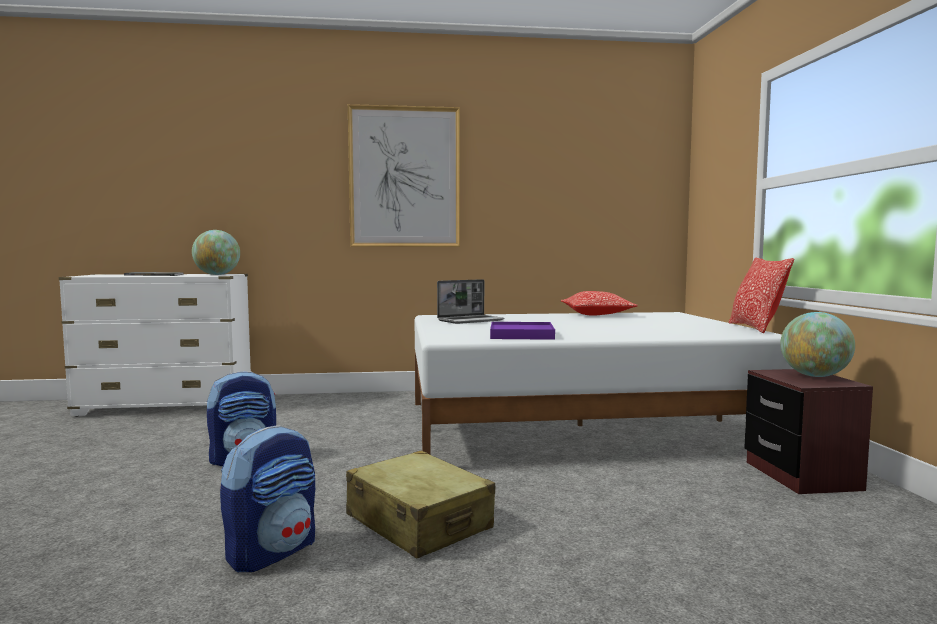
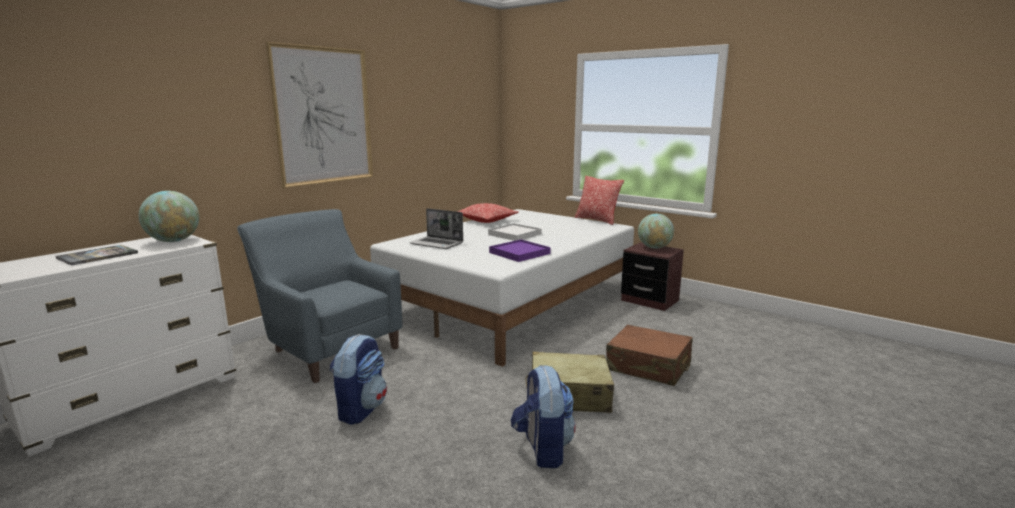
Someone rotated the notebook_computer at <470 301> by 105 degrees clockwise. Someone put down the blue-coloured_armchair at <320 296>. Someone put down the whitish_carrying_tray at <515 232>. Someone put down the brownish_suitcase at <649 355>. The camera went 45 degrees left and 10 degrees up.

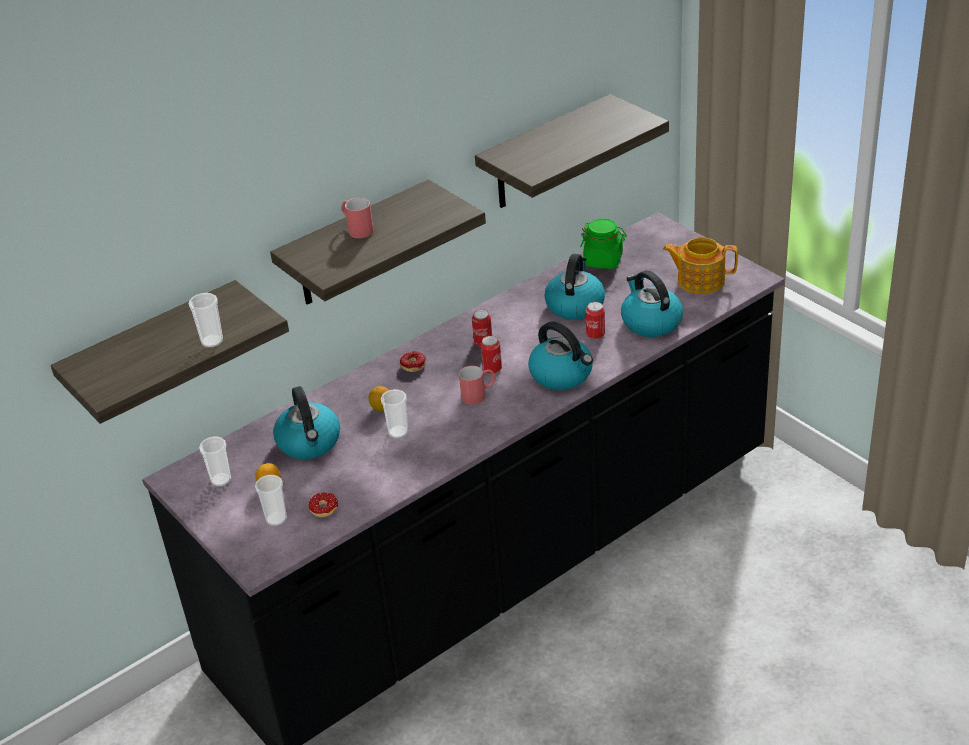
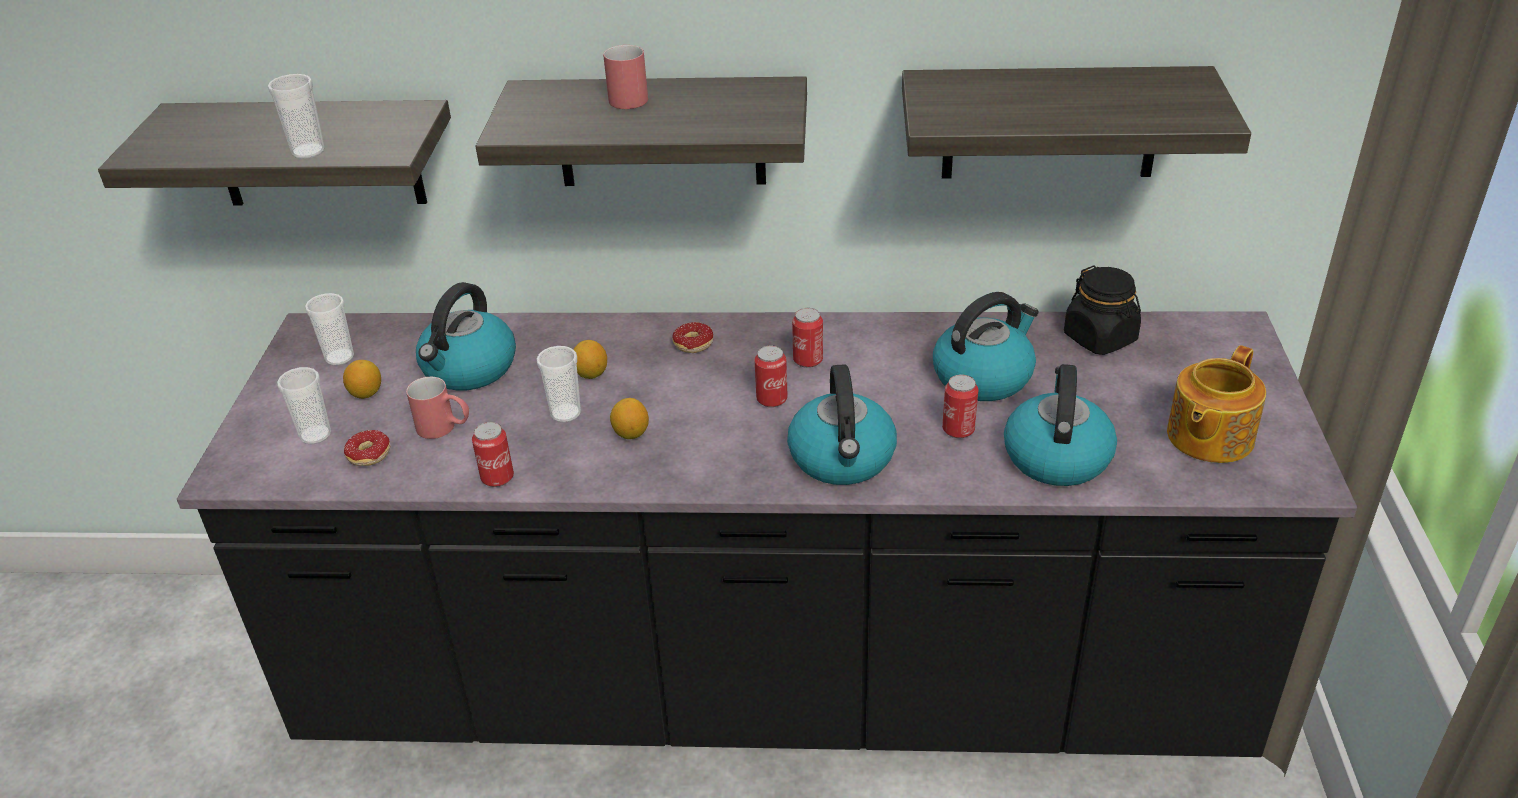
Someone repainted the green-coloured_storage_jar at <603 244>, which became the black-coloured_storage_jar at <1102 310>. Someone rotated the tea_pot at <700 265> by 105 degrees counterclockwise. Someone carried the red-coloured_coffee_mug from <477 385> to <437 408>. Someone put down the citrus_fruit at <629 418>. Someone put down the metal_can at <493 454>. The camera went 40 degrees right and 0 degrees up.

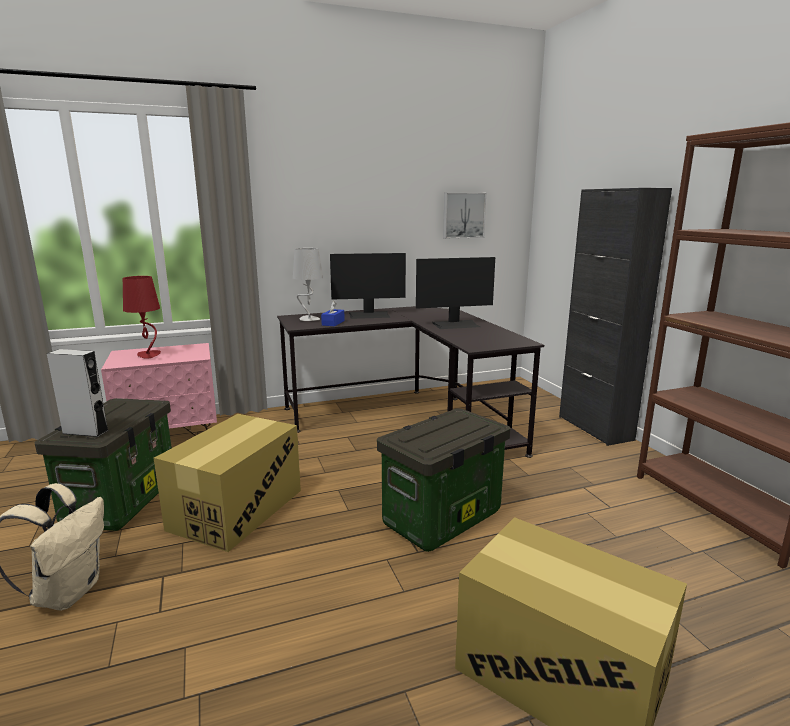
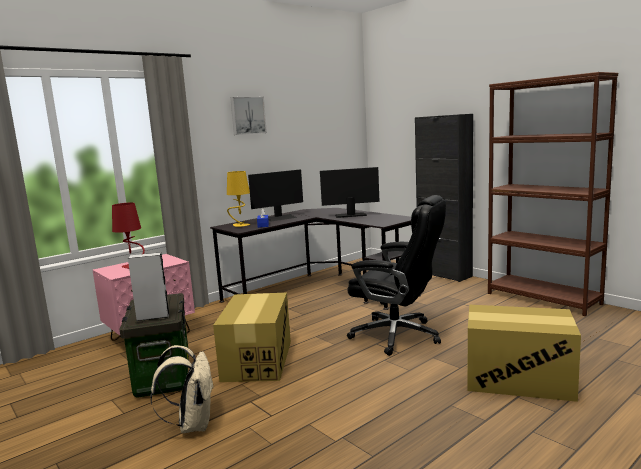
Someone carried the wall_art from <464 216> to <248 116>. Someone repainted the gray_lamp_for_a_table at <308 284>, which became the yellow_lamp_for_a_table at <238 199>. Someone rotated the monitor at <455 293> by 150 degrees counterclockwise. Someone swapped the storage_box at <444 480> for the black-coloured_computer_chair at <396 275>. The camera went 20 degrees left and 5 degrees down.

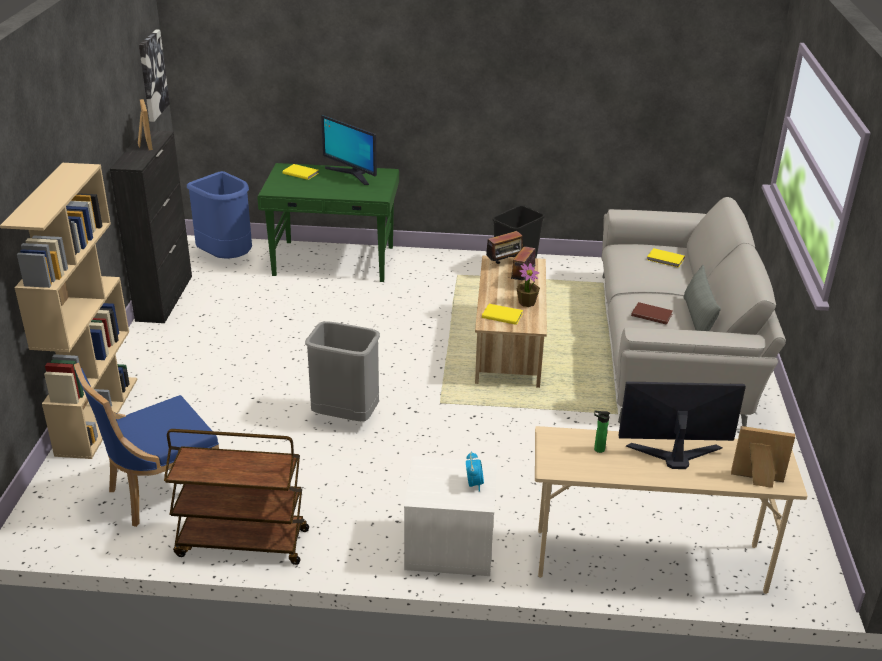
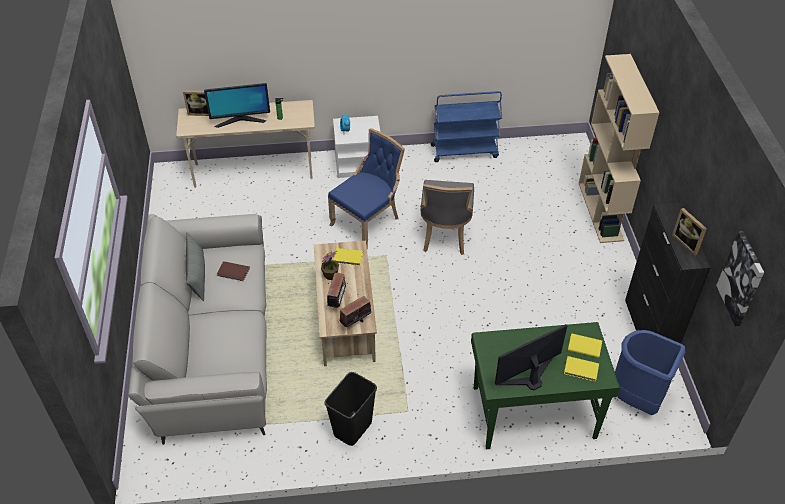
Someone rotated the monitor at <349 150> by 60 degrees counterclockwise. Someone carried the yellow_volume from <666 258> to <585 345>. Someone swapped the gray_rubbish_bin at <342 371> for the gray_chair at <447 217>. Someone carried the blue-coloured_chair from <146 445> to <366 188>. Someone repainted the brownish_wheeled_cart at <236 497>, which became the blue-coloured_wheeled_cart at <466 126>. The camera went 170 degrees right and 15 degrees up.

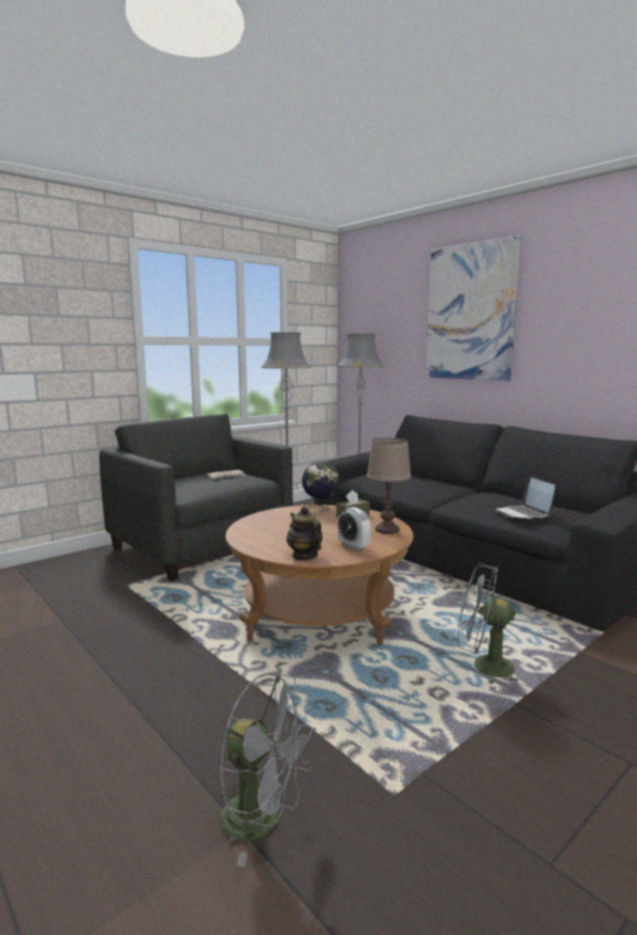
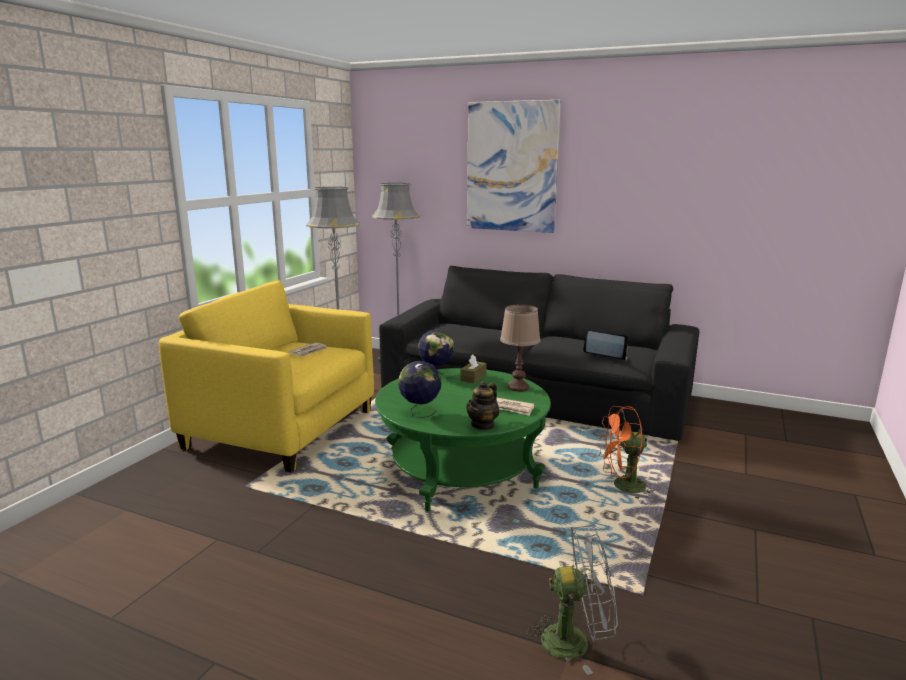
Someone repainted the gray_armchair at <196 497>, which became the yellow_armchair at <266 376>. Someone rotated the notebook_computer at <525 497> by 150 degrees clockwise. Someone repainted the brownish_coffee_table at <319 575>, which became the green-coloured_coffee_table at <463 439>. Someone rotated the tea_pot at <305 533> by 90 degrees counterclockwise. Someone swapped the bedside_clock at <354 529> for the newspaper at <515 407>. Someone repainted the gray_electric_fan at <490 624>, which became the orangey_electric_fan at <626 453>. Someone put down the world_globe at <419 389>. The camera went 25 degrees left and 5 degrees up.

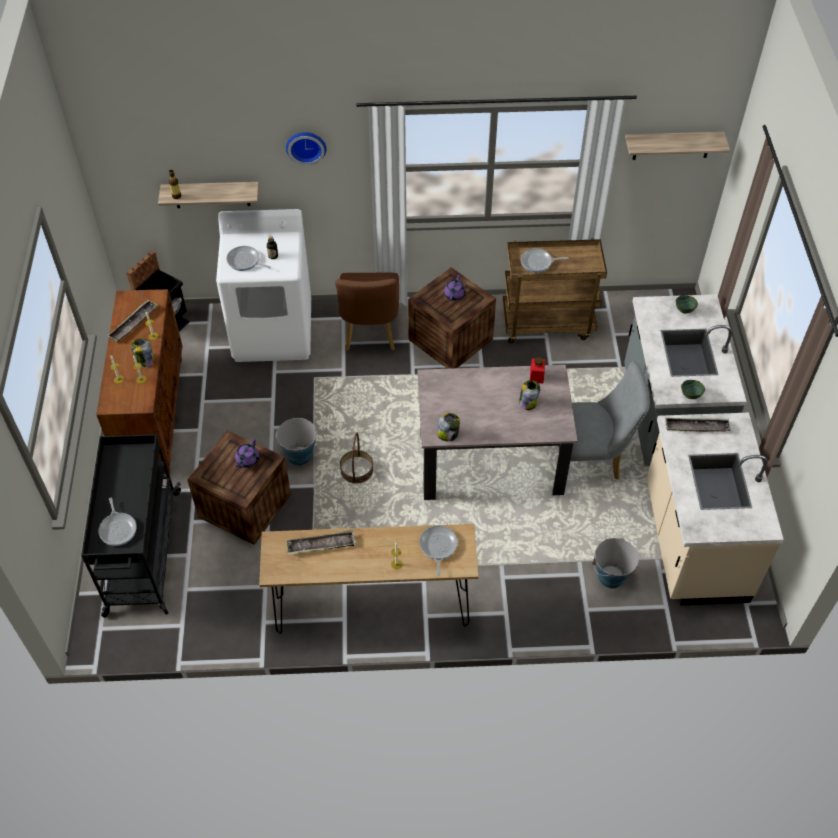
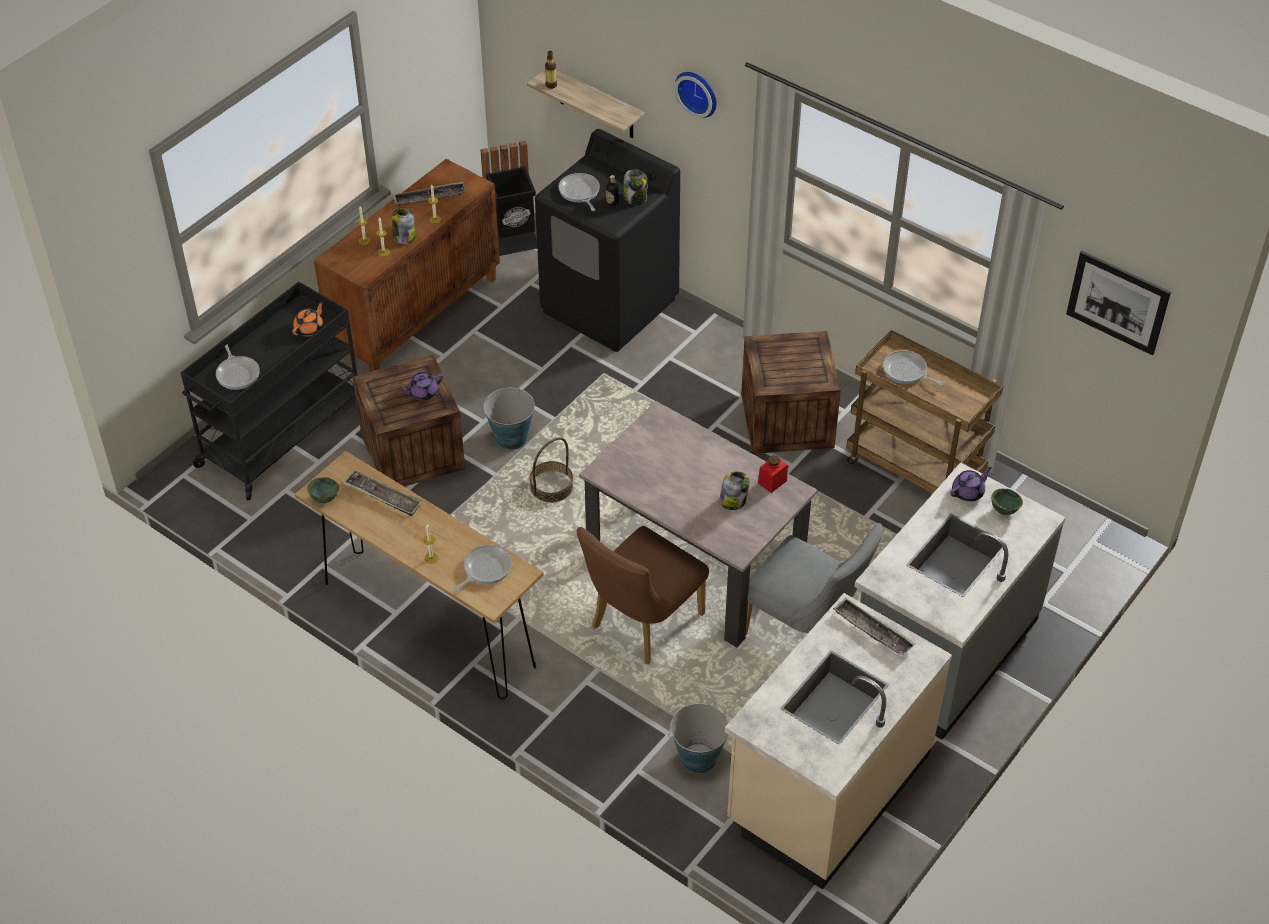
Someone swapped the bracket_shelf at <677 146> for the wall_art at <1118 303>. Someone repainted the whitish_laundry_appliance at <263 285>, which became the black-coloured_laundry_appliance at <607 240>. Someone carried the brownish_chair from <367 312> to <643 595>. Someone carried the purplish_tea_pot from <455 287> to <971 484>. Someone carried the green-coloured_serving_bowl from <693 389> to <323 490>. Someone carried the storage_jar from <448 427> to <635 187>. Someone rotated the frying_pan at <117 522> by 45 degrees counterclockwise. Someone put down the orangey_tea_pot at <307 318>. The camera went 40 degrees right and 5 degrees down.

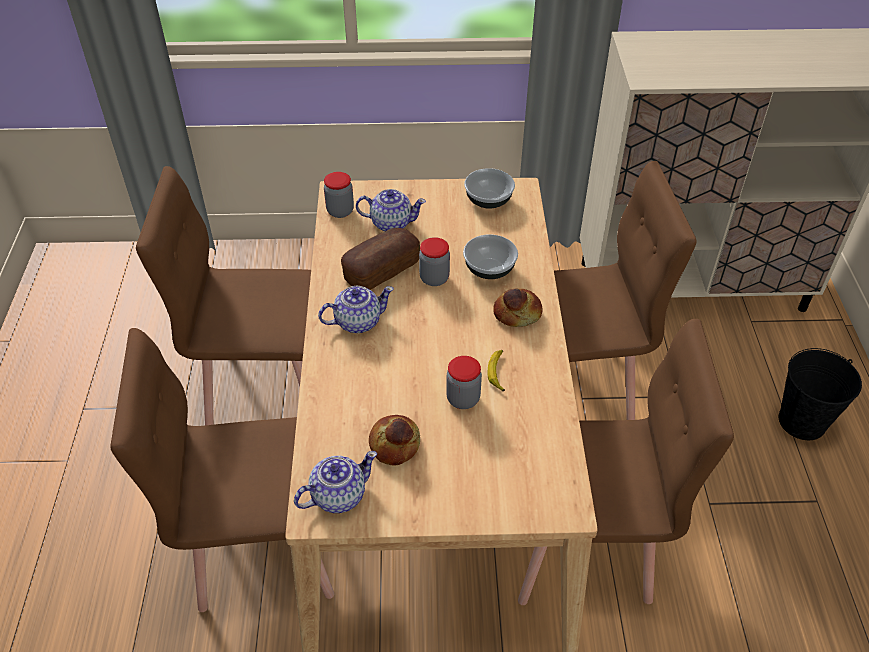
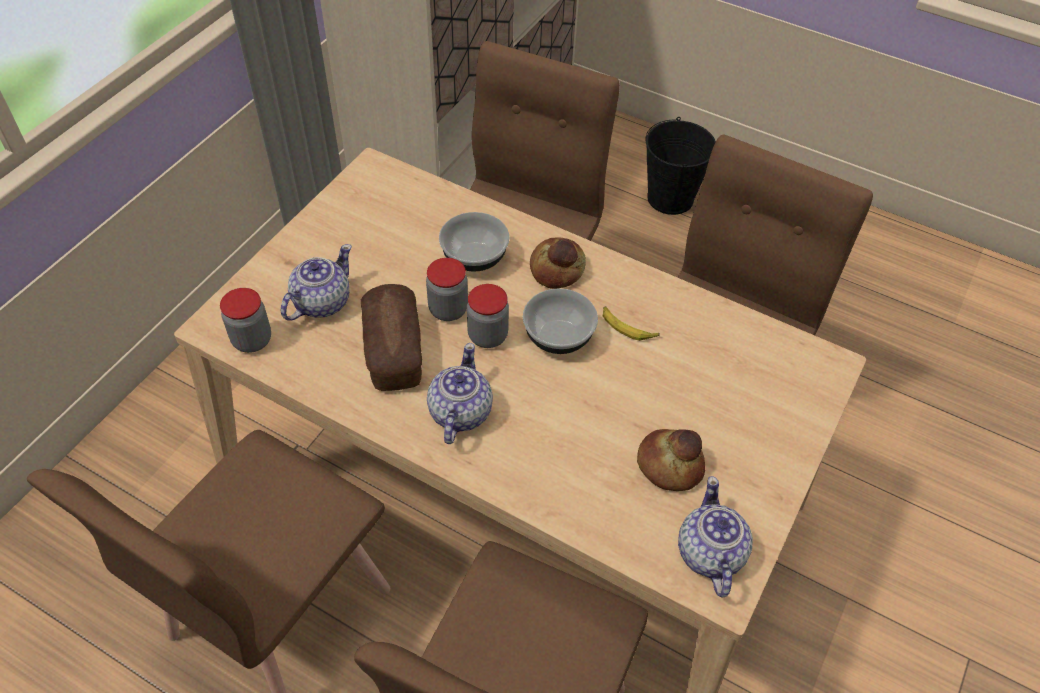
Someone carried the serving_bowl from <489 188> to <560 321>. Someone carried the storage_jar from <464 382> to <488 316>. The camera went 60 degrees left and 5 degrees up.

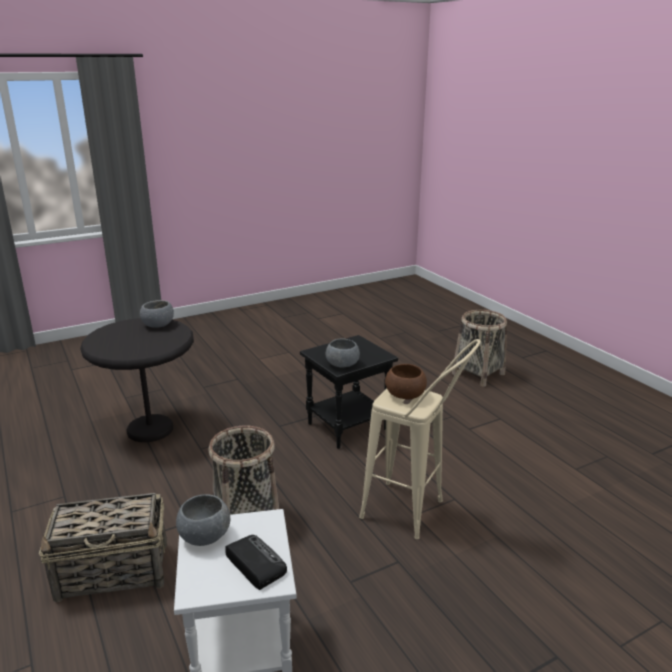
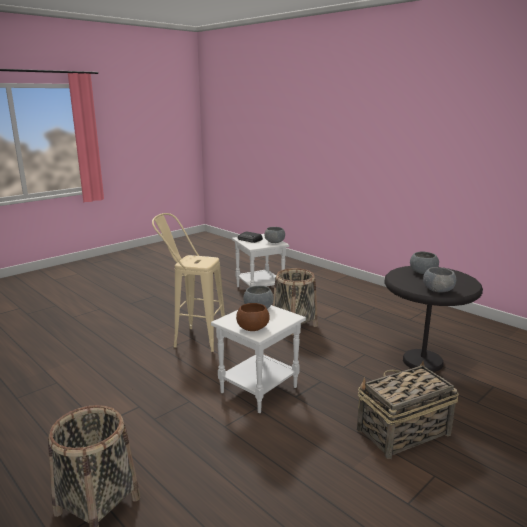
Someone repainted the black-coloured_accent_table at <349 392>, which became the whitish_accent_table at <258 359>. Someone carried the brownish_serving_bowl from <406 381> to <253 317>. Someone carried the household_basket from <103 548> to <408 410>. Someone put down the gray_serving_bowl at <424 262>. The camera went 165 degrees right and 5 degrees down.

